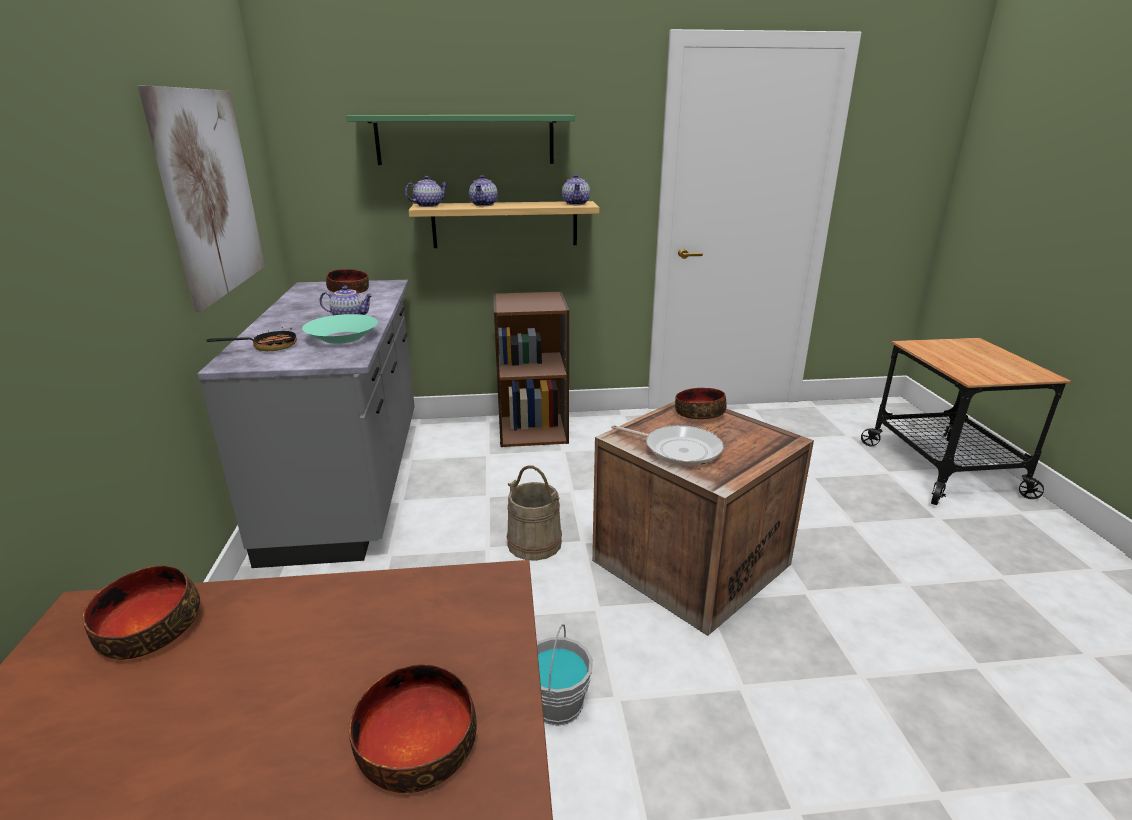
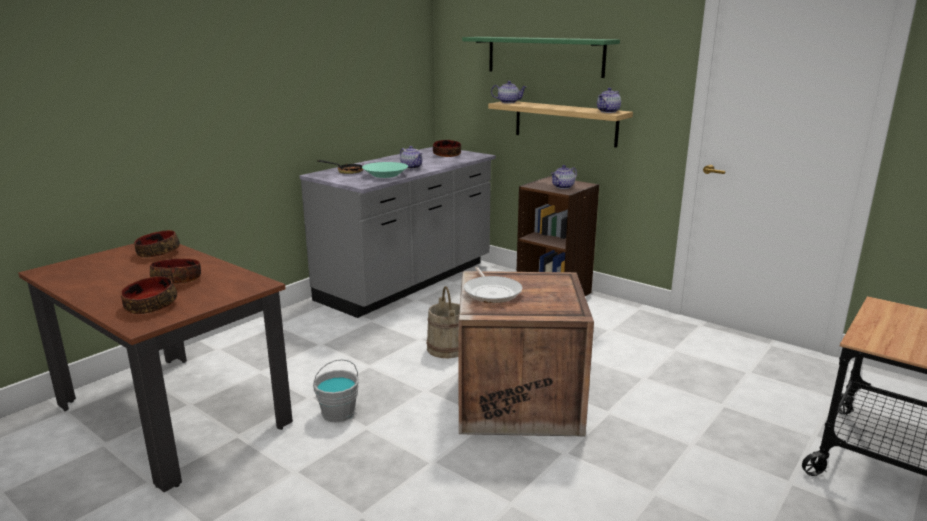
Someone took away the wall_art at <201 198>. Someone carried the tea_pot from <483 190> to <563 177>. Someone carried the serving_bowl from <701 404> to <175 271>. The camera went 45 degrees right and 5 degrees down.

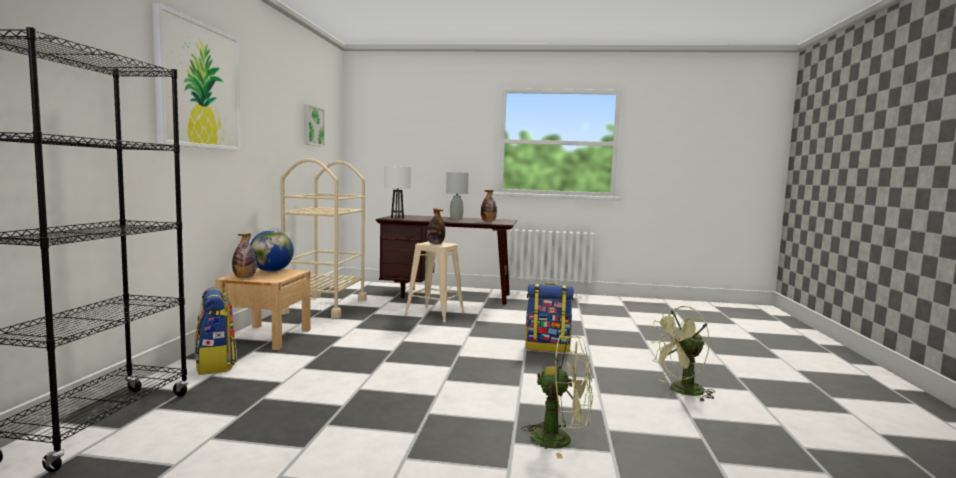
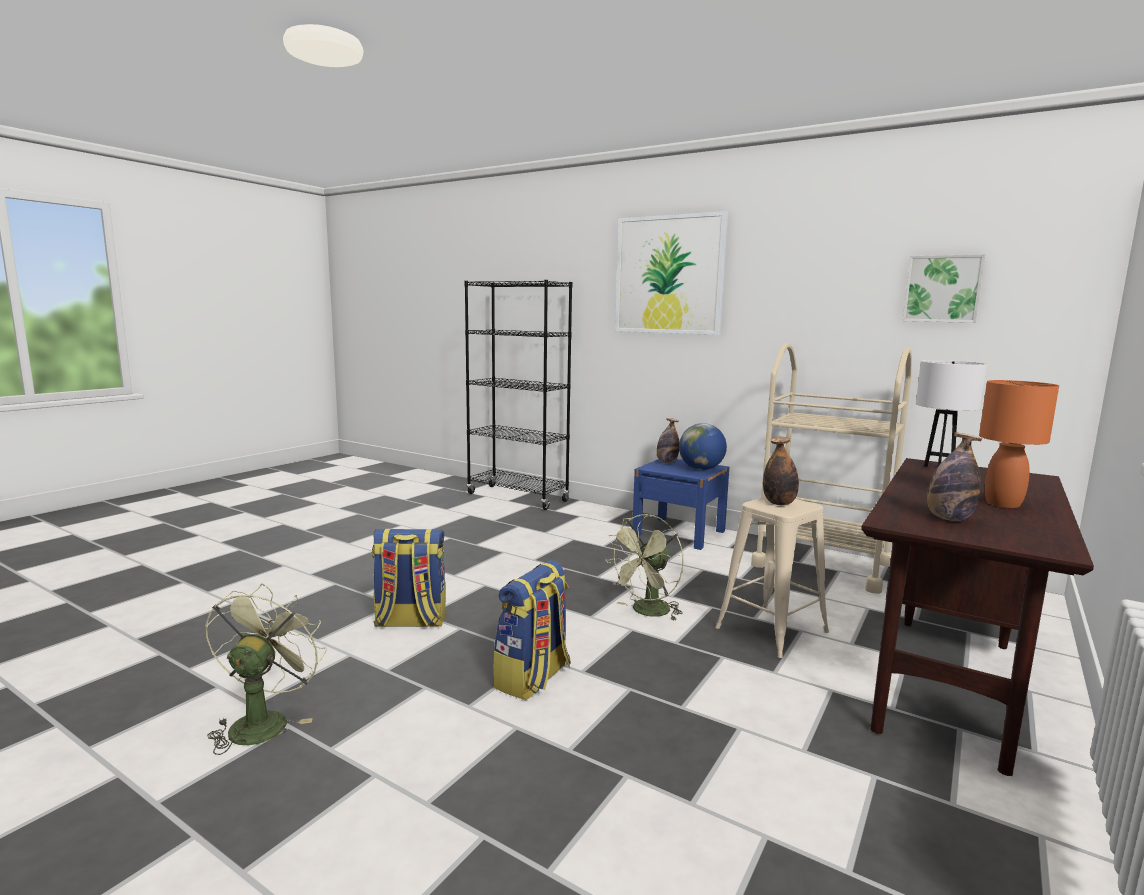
Someone repainted the gray_lamp_for_a_table at <457 195>, which became the orangey_lamp_for_a_table at <1019 444>. Someone repainted the beige_night_table at <263 309>, which became the blue-coloured_night_table at <680 504>. Someone carried the backpack from <216 331> to <409 578>. Someone carried the green-coloured_electric_fan from <557 396> to <644 567>. The camera went 115 degrees right and 5 degrees up.

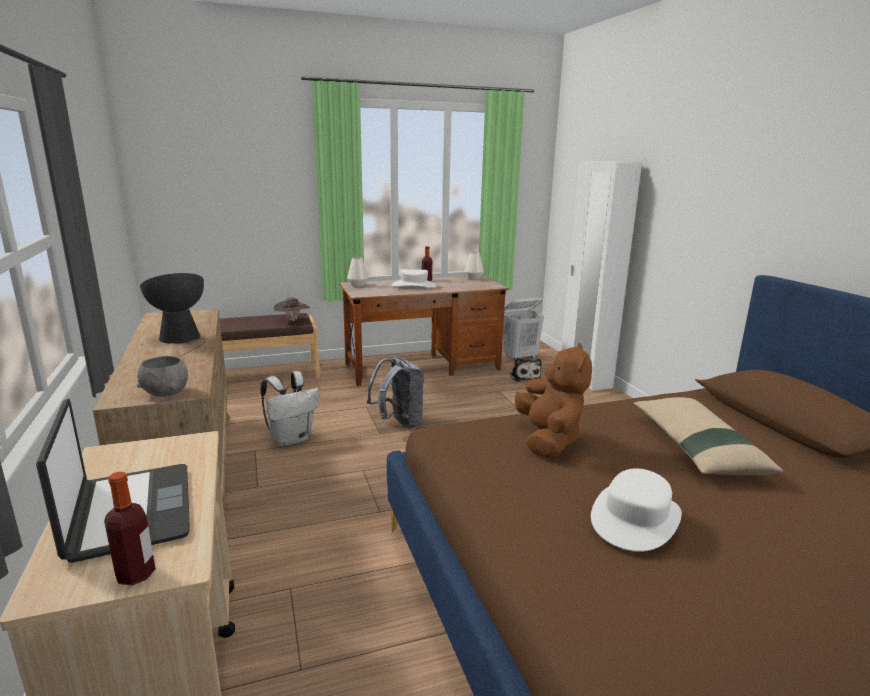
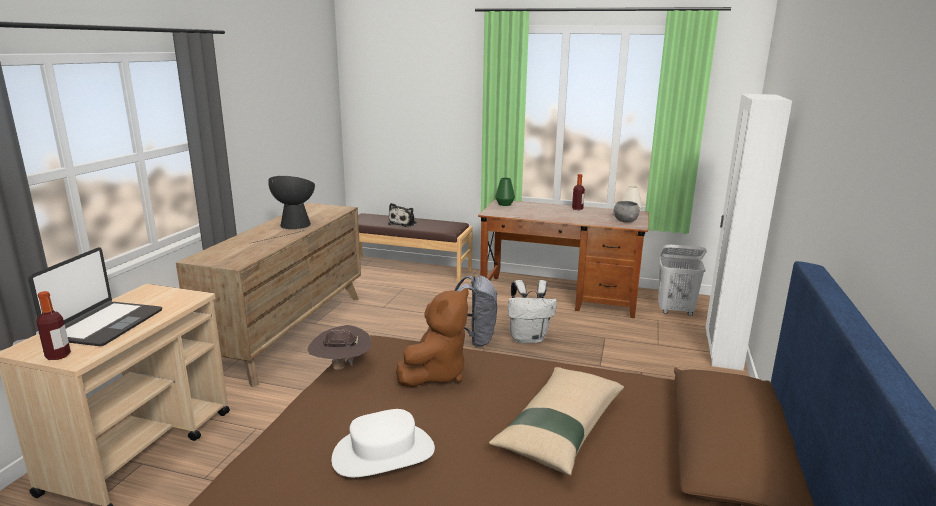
Someone repainted the whitish_decorative_vase at <357 272>, which became the green-coloured_decorative_vase at <505 192>. Someone took away the whitish_hat at <414 278>. Someone carried the brownish_hat from <292 309> to <339 347>. Someone carried the gray_serving_bowl from <162 376> to <626 212>. Someone carried the plush_toy from <526 370> to <402 215>. Someone carried the whitish_backpack from <290 408> to <532 311>. The camera went 35 degrees right and 0 degrees up.

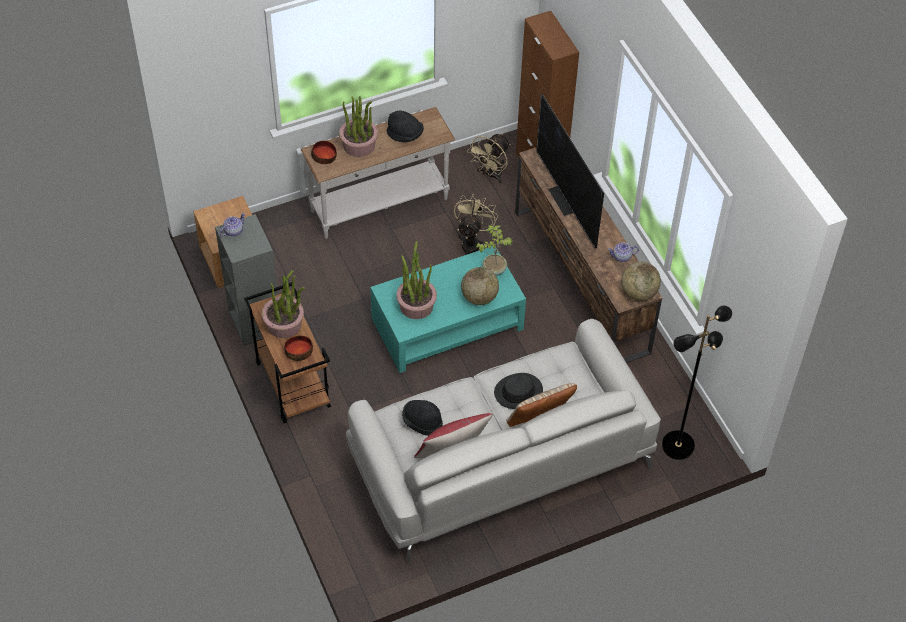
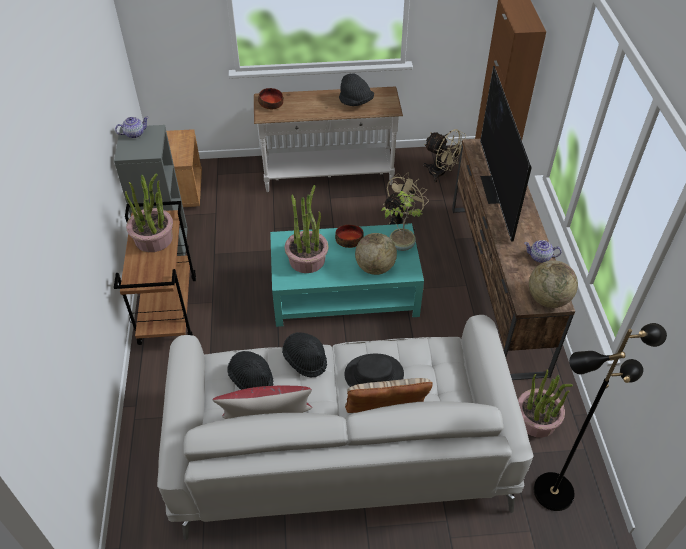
Someone carried the potted_plant from <358 126> to <545 403>. Someone rotated the beige_electric_fan at <488 158> by 105 degrees counterclockwise. Someone carried the serving_bowl from <298 348> to <349 236>. Someone put down the black-coloured_hat at <304 355>. The camera went 20 degrees right and 5 degrees down.

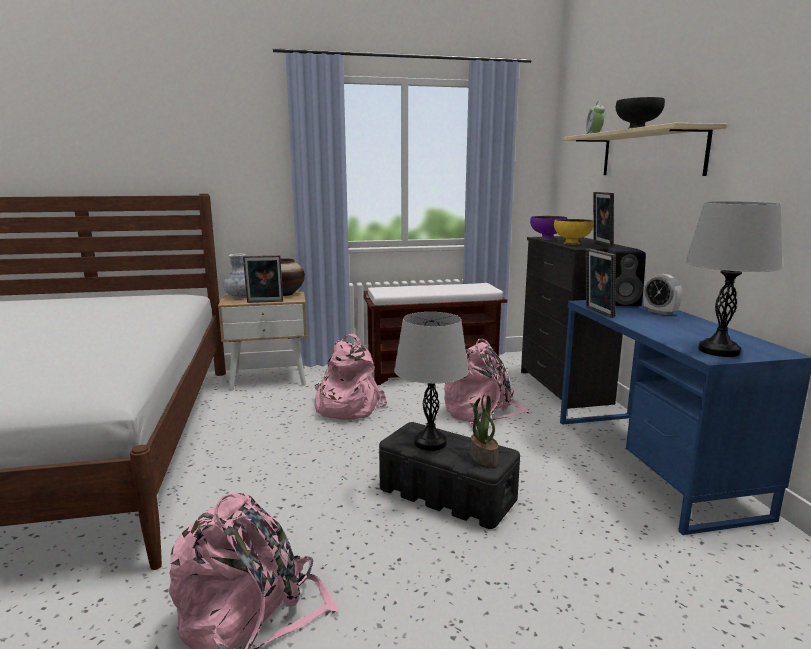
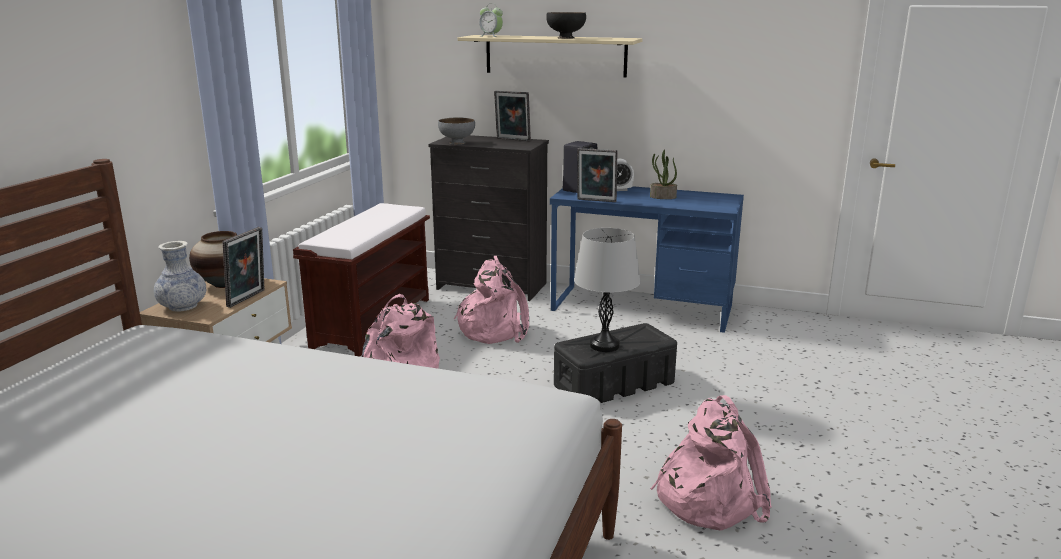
Someone took away the gray_lamp_for_a_table at <734 279>. Someone repainted the purplish_serving_bowl at <548 228>, which became the gray_serving_bowl at <456 131>. Someone took away the yellow_serving_bowl at <574 232>. Someone carried the potted_plant from <484 430> to <663 174>. The camera went 60 degrees left and 5 degrees up.

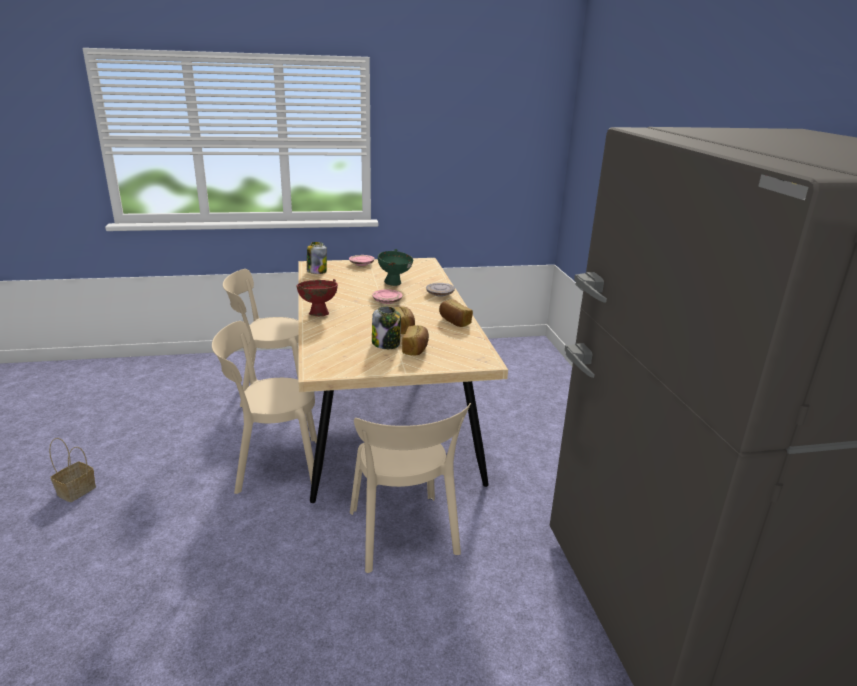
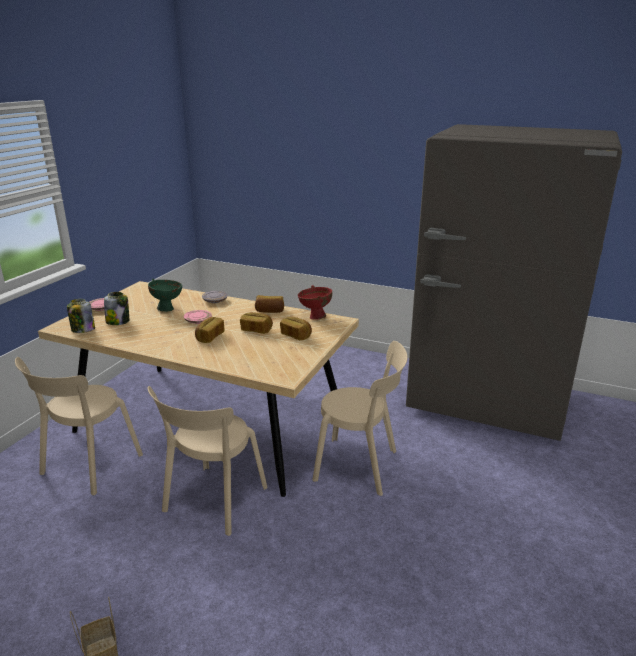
Someone carried the red-coloured_serving_bowl from <317 297> to <315 302>. Someone carried the storage_jar from <386 327> to <116 308>. Someone put down the baked_bread at <210 330>. The camera went 55 degrees left and 0 degrees up.

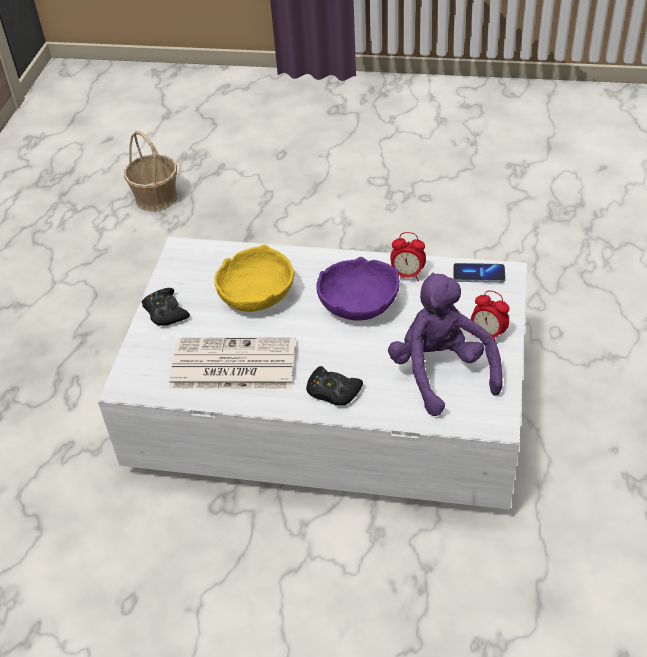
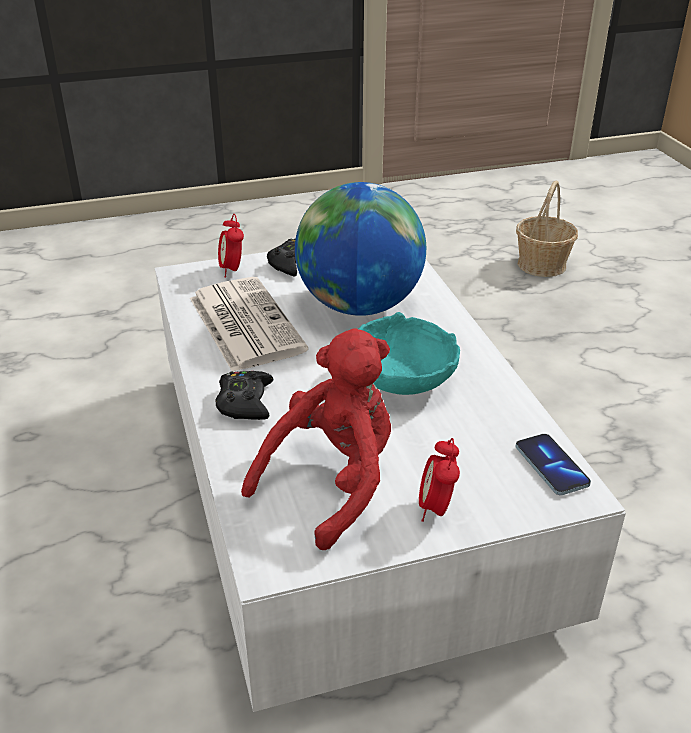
Someone carried the bedside_clock from <408 256> to <231 246>. Someone swapped the yellow_serving_bowl at <254 278> for the world_globe at <360 249>. Someone repainted the purplish_serving_bowl at <358 289>, which became the turquoise_serving_bowl at <409 353>. Someone repainted the purplish_plush_toy at <445 344>, which became the red-coloured_plush_toy at <316 439>. The camera went 60 degrees right and 10 degrees down.

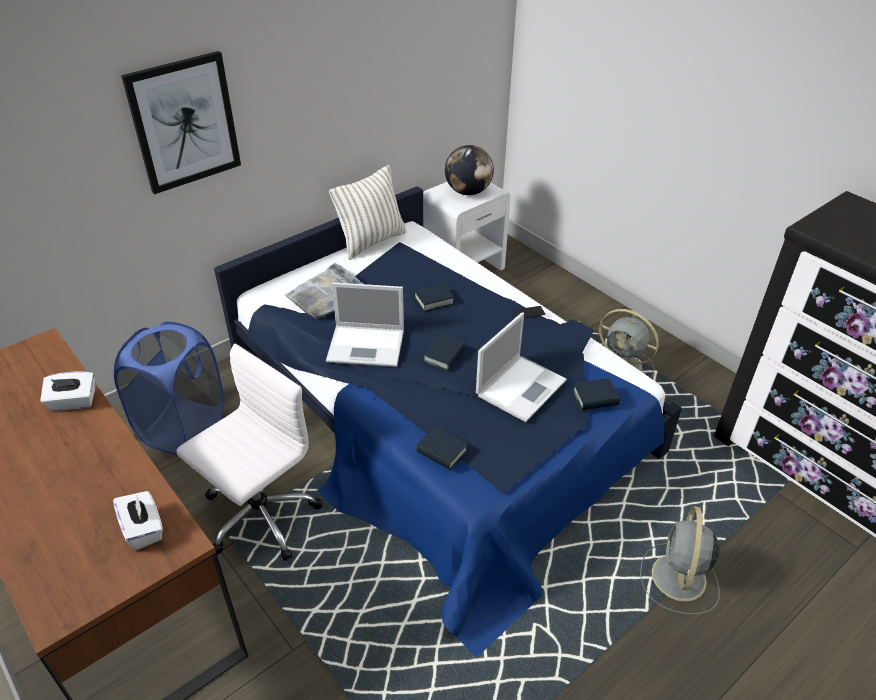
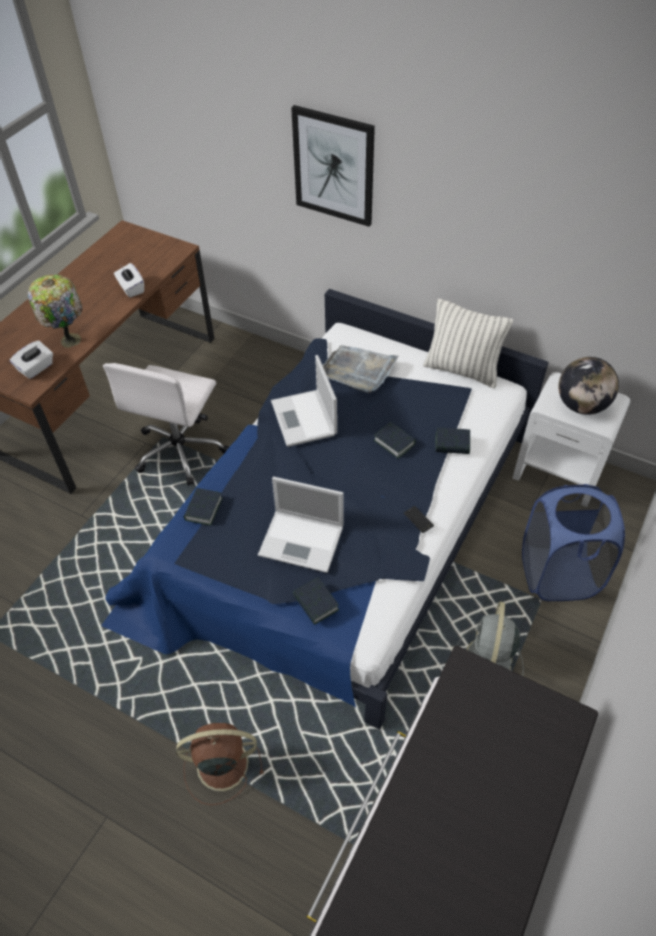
Someone carried the blue-coloured_laundry_basket from <169 388> to <573 542>. Someone carried the volume from <444 352> to <452 441>. Someone rotated the whitish_computer_chair at <249 452> by 90 degrees clockwise. Someone repainted the gray_electric_fan at <680 560>, which became the brownish_electric_fan at <219 764>. Someone put down the lamp_for_a_table at <55 311>. The camera went 70 degrees right and 10 degrees up.

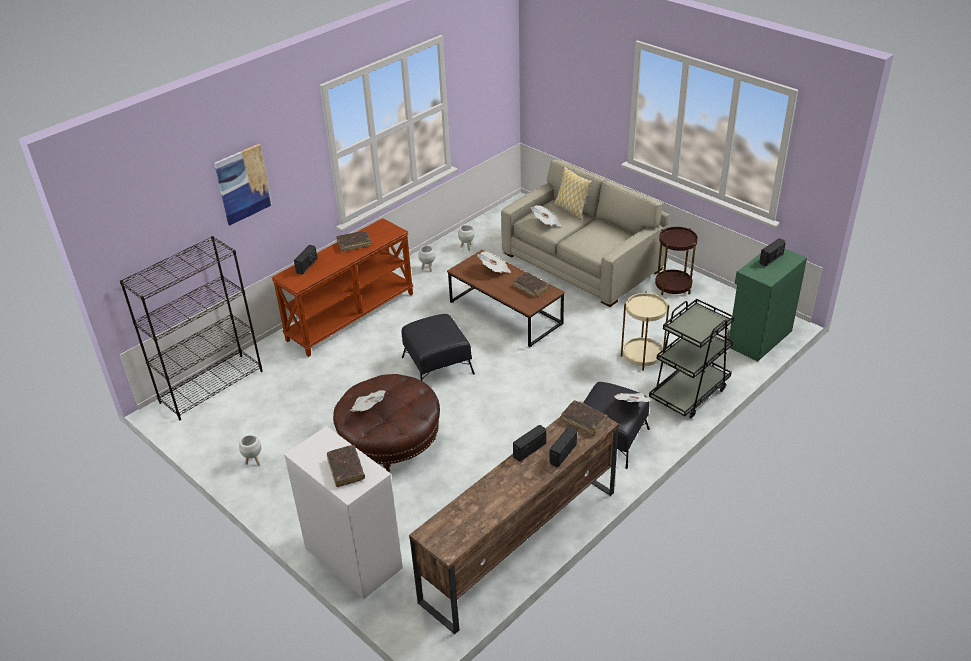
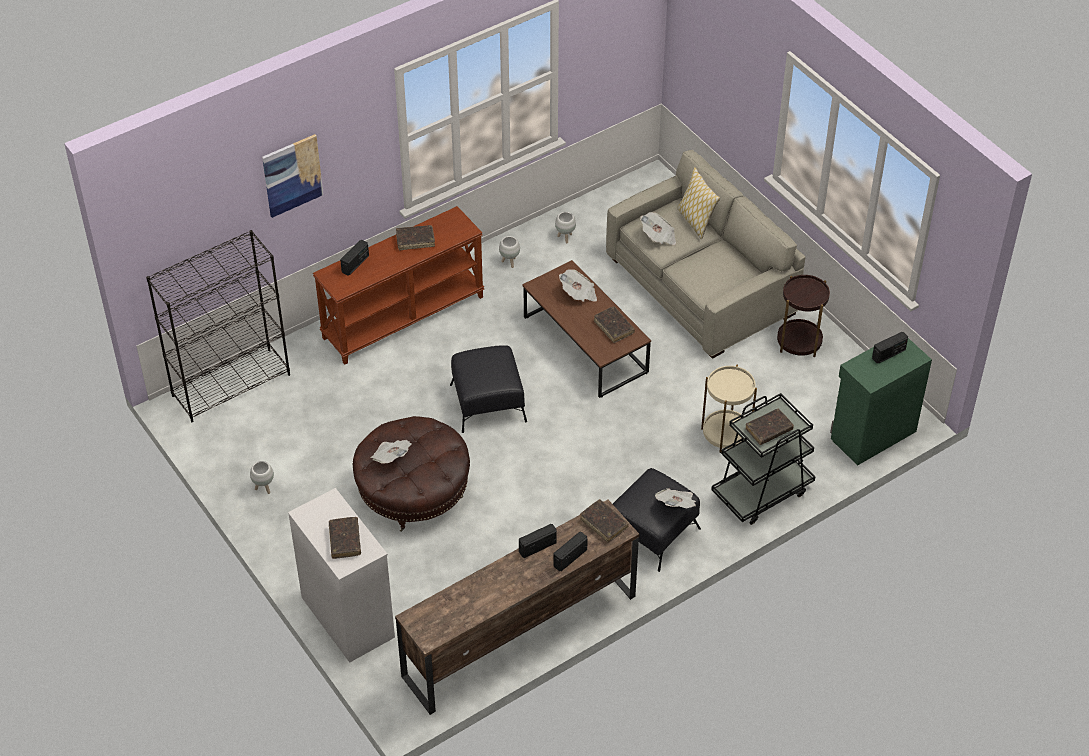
Someone put down the brownish_volume at <769 427>. The camera went 10 degrees right and 10 degrees up.

